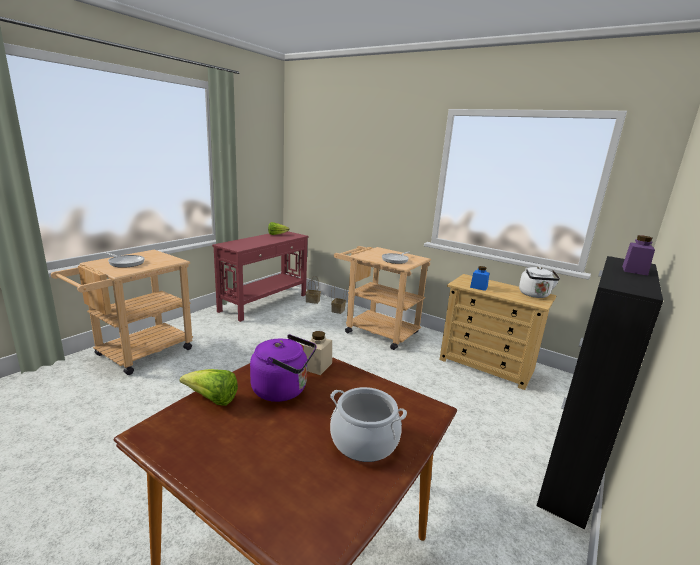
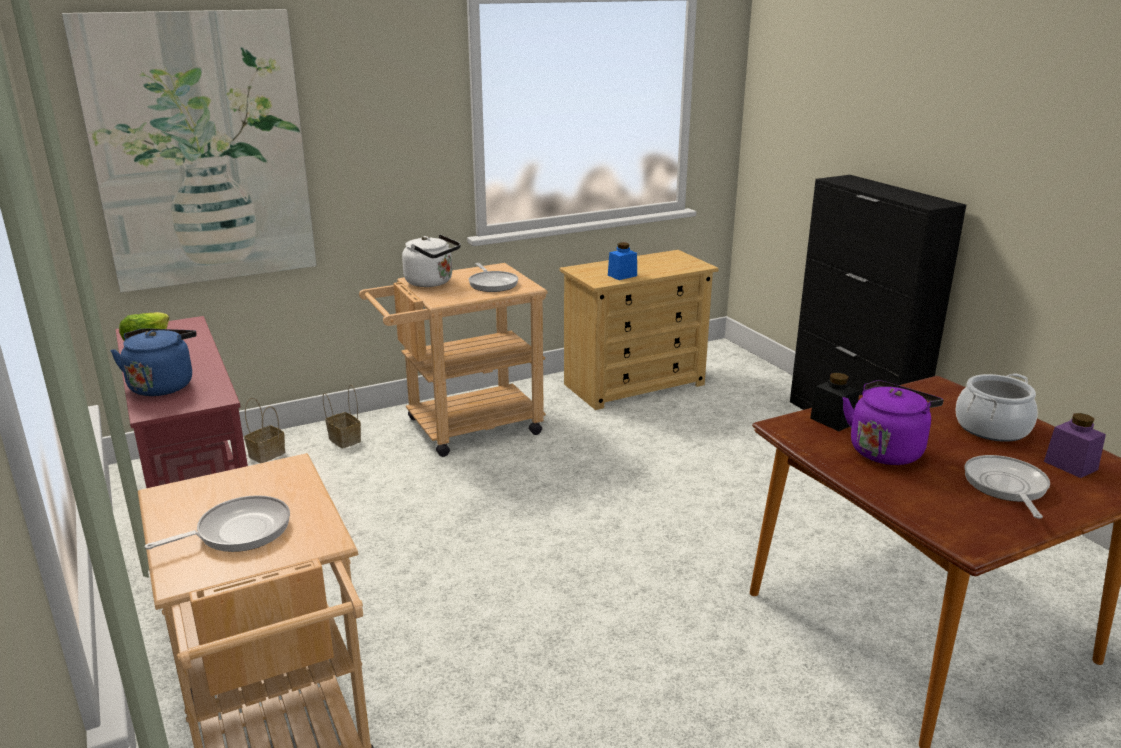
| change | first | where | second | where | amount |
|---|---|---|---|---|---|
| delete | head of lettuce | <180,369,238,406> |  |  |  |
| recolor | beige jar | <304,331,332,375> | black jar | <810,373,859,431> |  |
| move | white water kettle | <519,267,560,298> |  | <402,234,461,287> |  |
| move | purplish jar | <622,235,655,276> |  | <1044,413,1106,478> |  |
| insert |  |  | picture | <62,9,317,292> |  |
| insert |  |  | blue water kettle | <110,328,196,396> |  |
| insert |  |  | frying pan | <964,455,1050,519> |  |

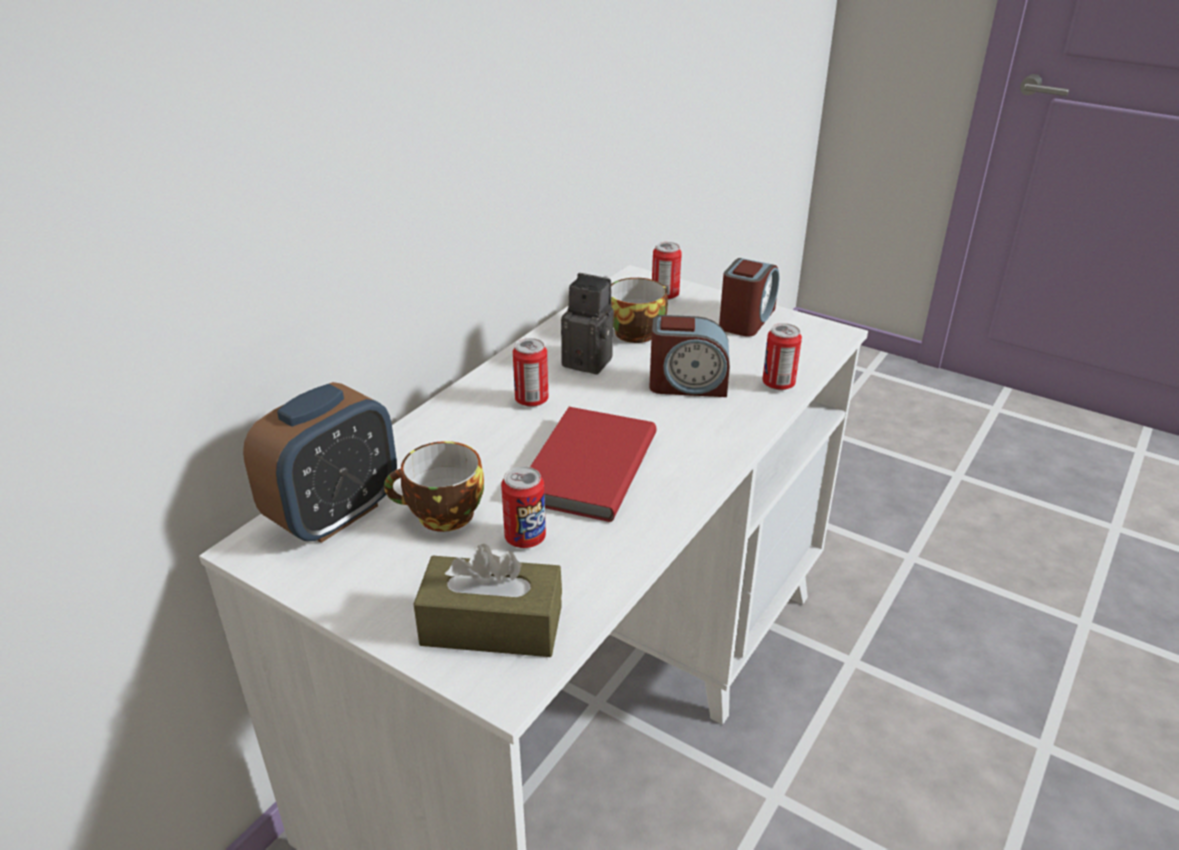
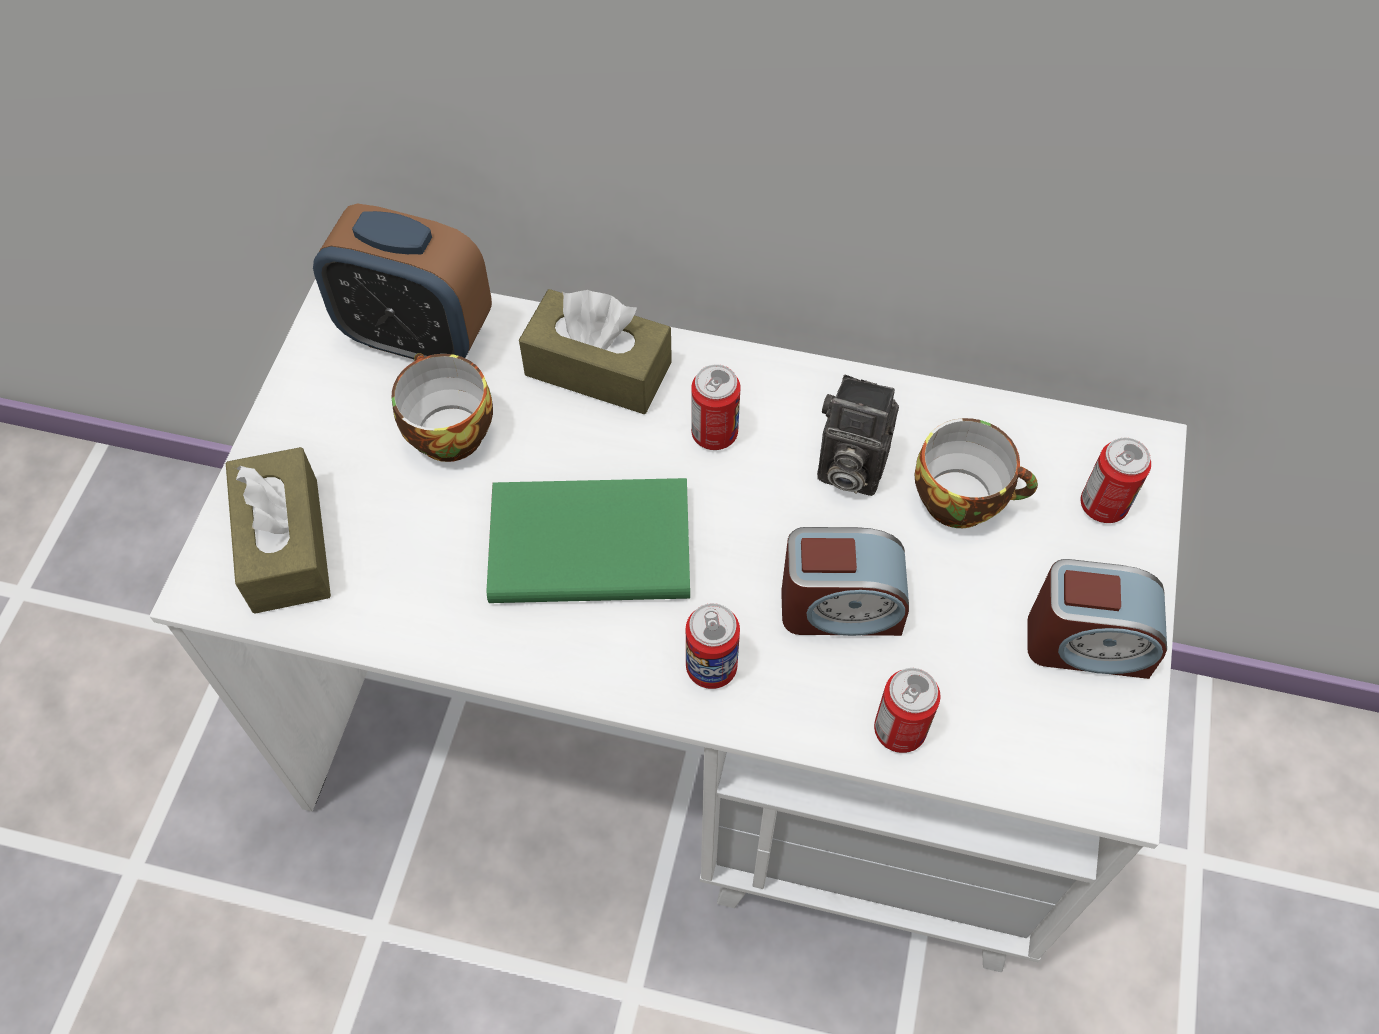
| change | first | where | second | where | amount |
|---|---|---|---|---|---|
| move | can | <501,467,546,548> |  | <686,603,740,689> |  |
| recolor | reddish bound book | <530,407,656,522> | greenish bound book | <487,478,690,603> |  |
| rotate | still camera | <561,273,614,375> |  | <817,374,899,496> | 105 degrees clockwise |
| rotate | table clock | <649,315,730,397> |  | <781,527,909,636> | 75 degrees counterclockwise |
| insert |  |  | brown-coloured tissue box | <519,289,672,414> |  |

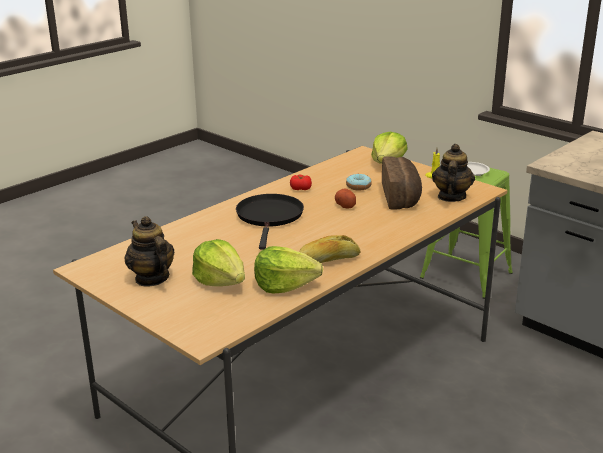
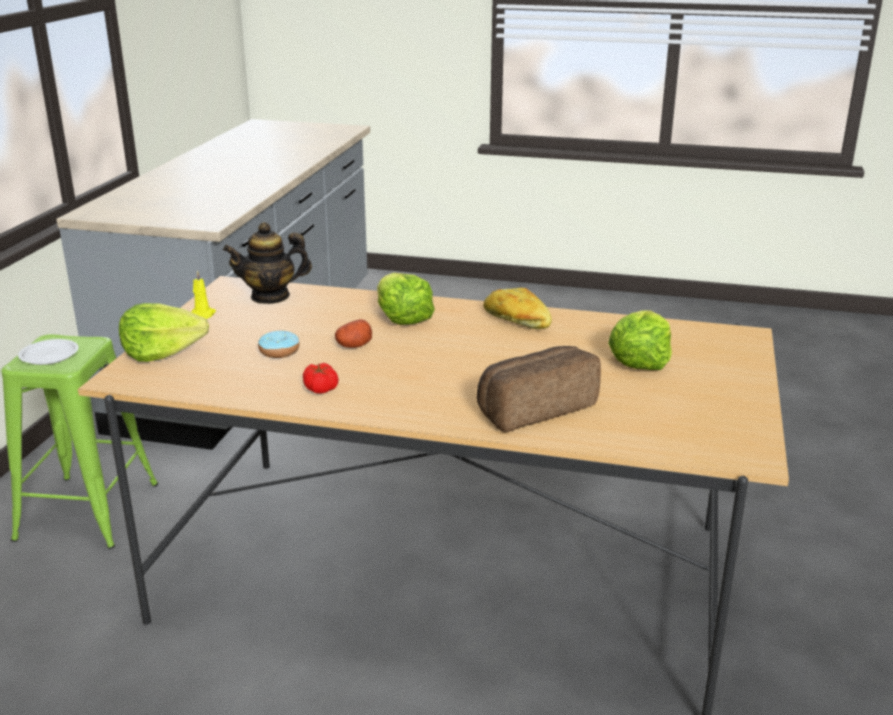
| change | first | where | second | where | amount |
|---|---|---|---|---|---|
| delete | tea pot | <125,216,174,287> |  |  |  |
| delete | black frying pan | <236,194,304,249> |  |  |  |
| move | head of lettuce | <254,246,323,293> |  | <377,272,435,325> |  |
| move | bakery bread | <382,156,422,210> |  | <477,346,601,432> |  |

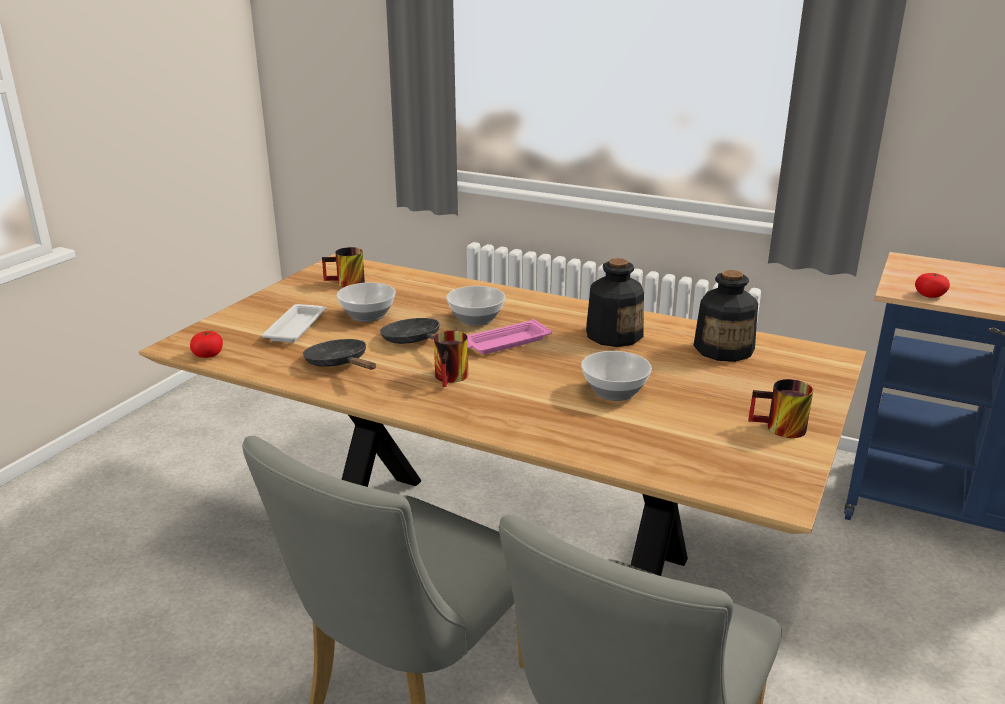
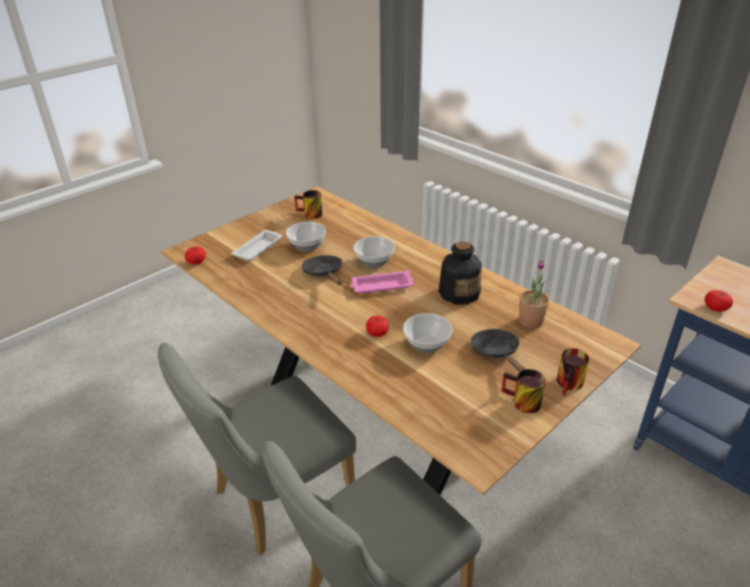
| change | first | where | second | where | amount |
|---|---|---|---|---|---|
| move | black frying pan | <303,339,376,370> |  | <471,329,526,372> |  |
| move | mug | <434,331,468,387> |  | <557,348,589,396> |  |
| replace | bottle | <693,270,758,362> | plant in a pot | <519,261,549,329> |  |
| insert |  |  | fresh tomato | <366,316,389,337> |  |

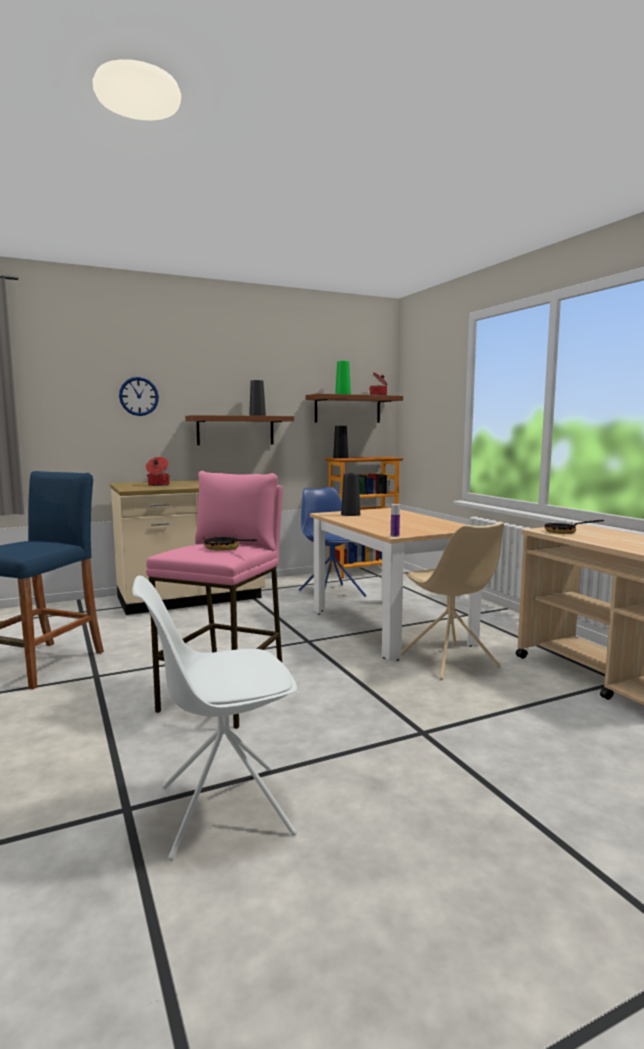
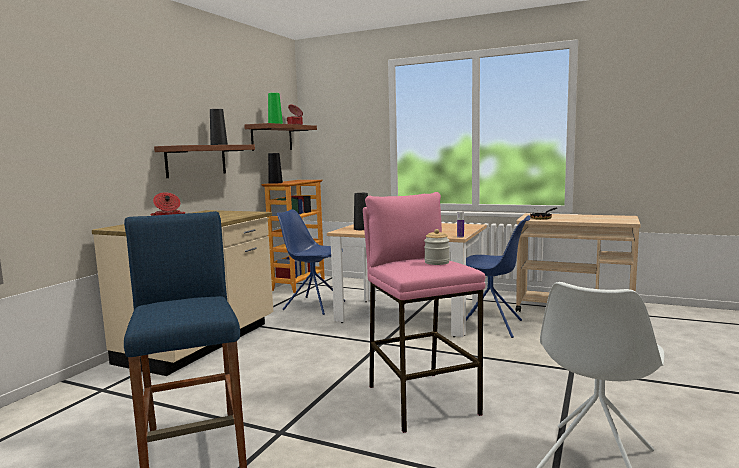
| change | first | where | second | where | amount |
|---|---|---|---|---|---|
| delete | wall clock | <119,377,159,416> |  |  |  |
| replace | frying pan | <204,535,257,551> | jar | <424,229,450,265> |  |
| recolor | beige upright chair | <401,522,504,680> | blue upright chair | <466,215,531,338> |  |

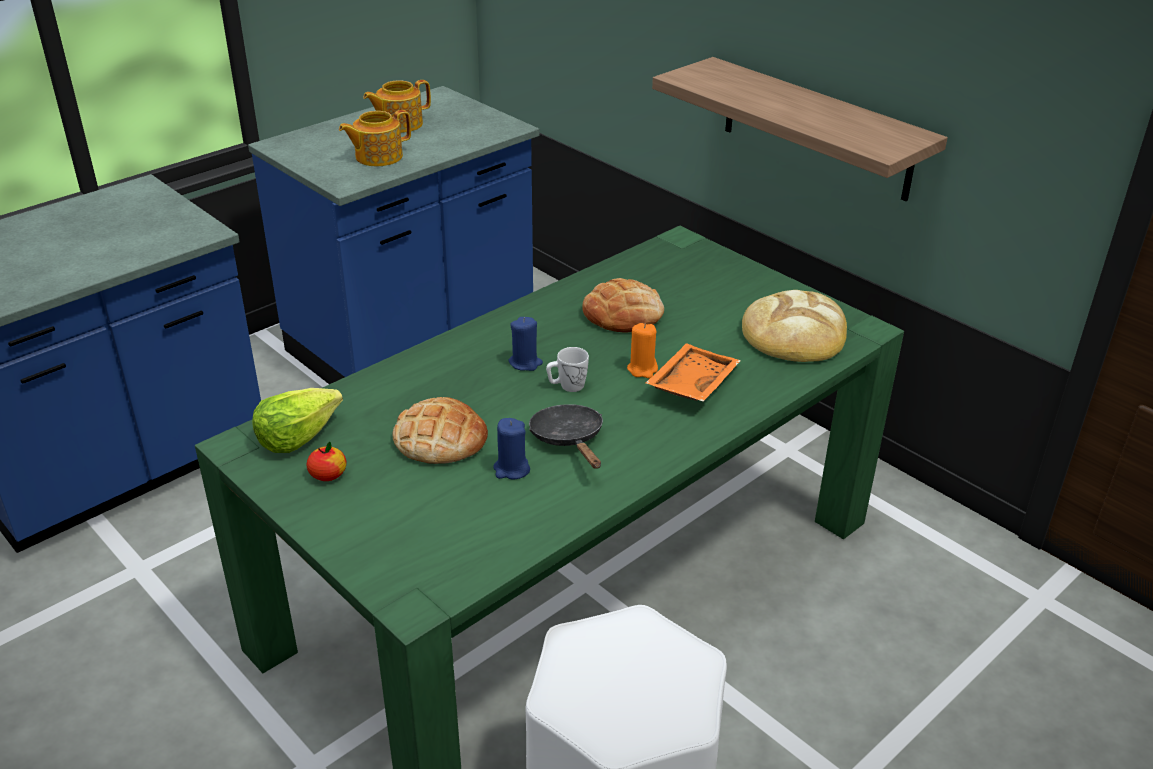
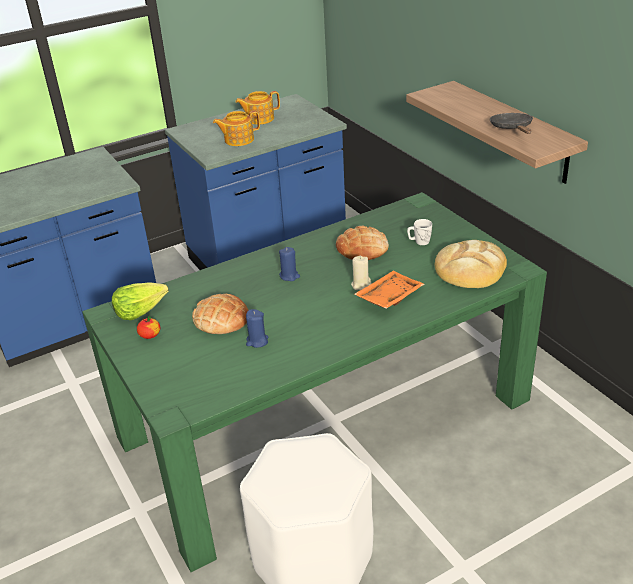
| change | first | where | second | where | amount |
|---|---|---|---|---|---|
| move | black frying pan | <529,404,603,469> |  | <490,113,533,134> |  |
| move | white mug | <546,347,589,392> |  | <407,219,432,245> |  |
| recolor | orange-coloured wax candle | <627,323,658,378> | beige wax candle | <351,256,371,290> |  |

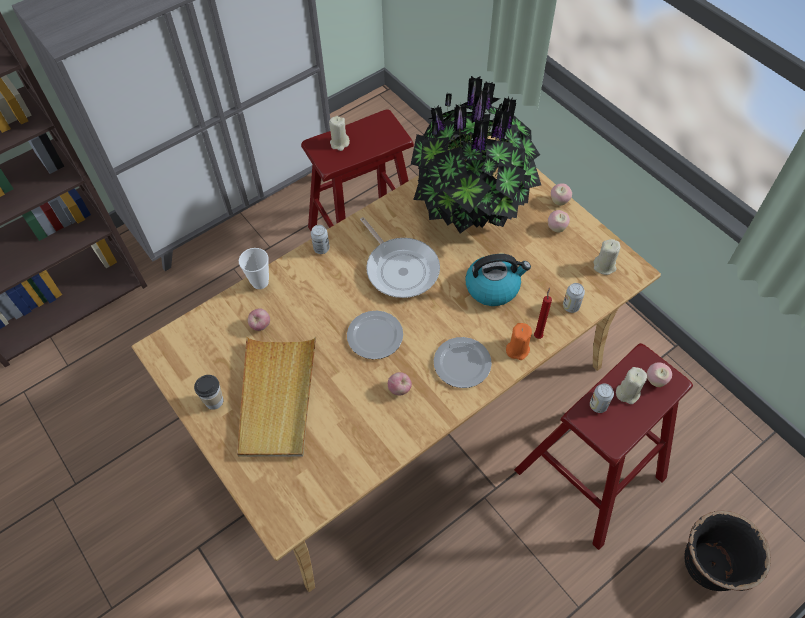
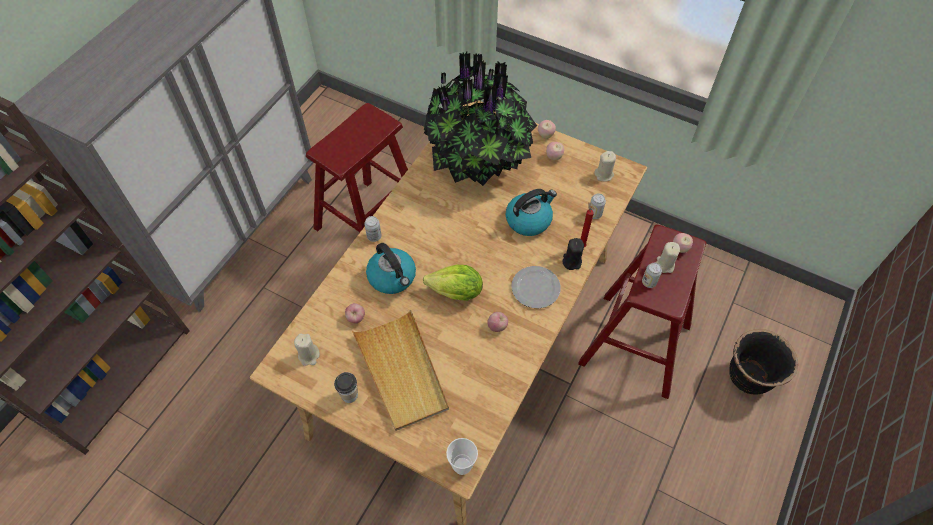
| change | first | where | second | where | amount |
|---|---|---|---|---|---|
| move | drinking cup | <239,248,269,289> |  | <446,438,478,475> |  |
| move | beige wax candle | <329,116,350,151> |  | <294,333,320,366> |  |
| replace | dinner plate | <347,311,403,359> | head of lettuce | <423,265,483,301> |  |
| delete | frying pan | <360,217,440,298> |  |  |  |
| recolor | orange-coloured wax candle | <506,323,532,360> | black wax candle | <562,238,584,270> |  |
| insert |  |  | water kettle | <366,243,416,294> |  |

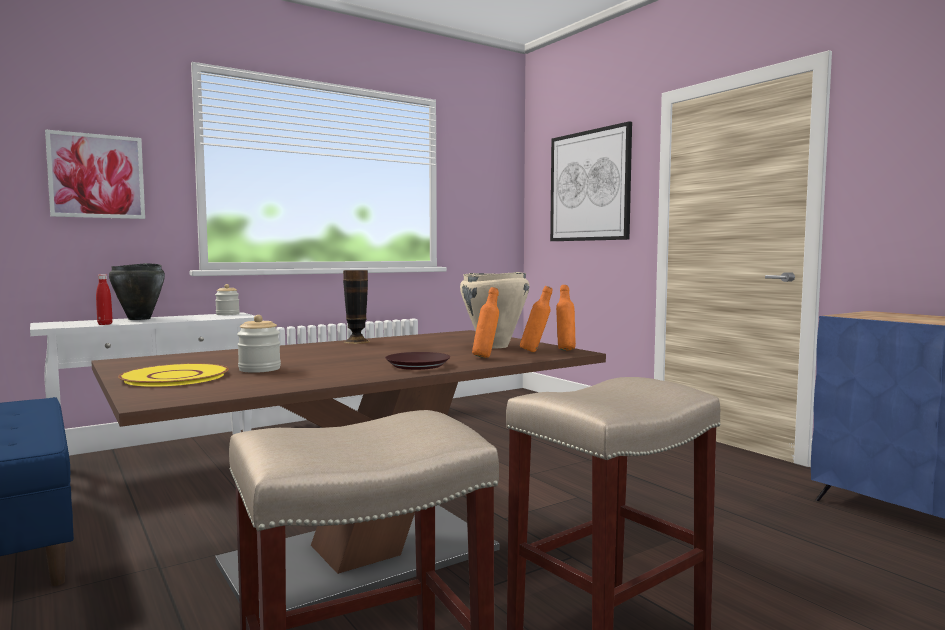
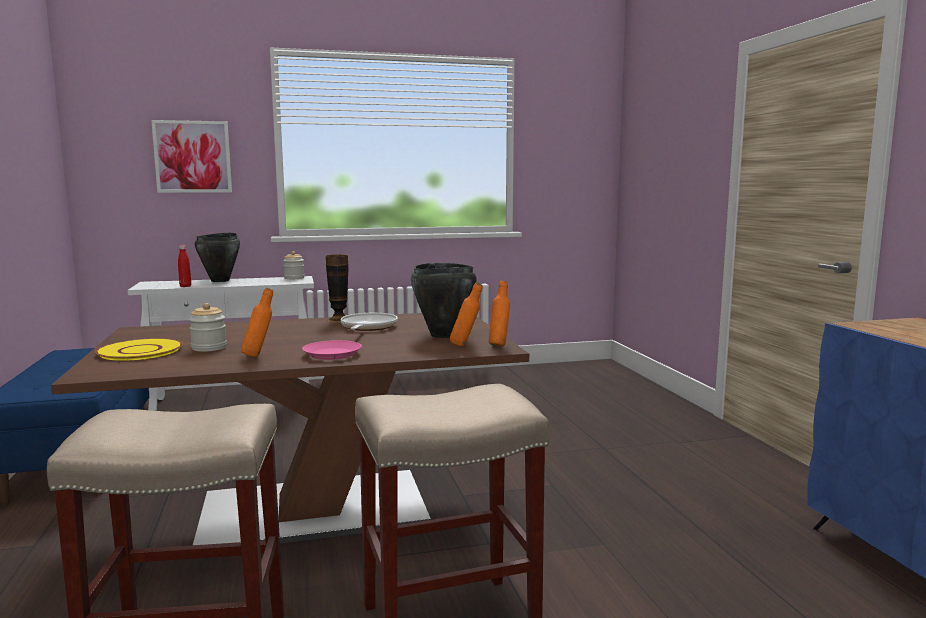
| change | first | where | second | where | amount |
|---|---|---|---|---|---|
| recolor | brown-coloured dinner plate | <385,352,450,370> | pink-coloured dinner plate | <302,340,362,360> |  |
| recolor | beige cooking pot | <460,272,530,348> | black cooking pot | <411,263,477,338> |  |
| move | orange-coloured bottle | <472,287,499,358> |  | <241,288,273,357> |  |
| delete | picture | <550,121,632,241> |  |  |  |
| insert |  |  | frying pan | <341,313,398,331> |  |

